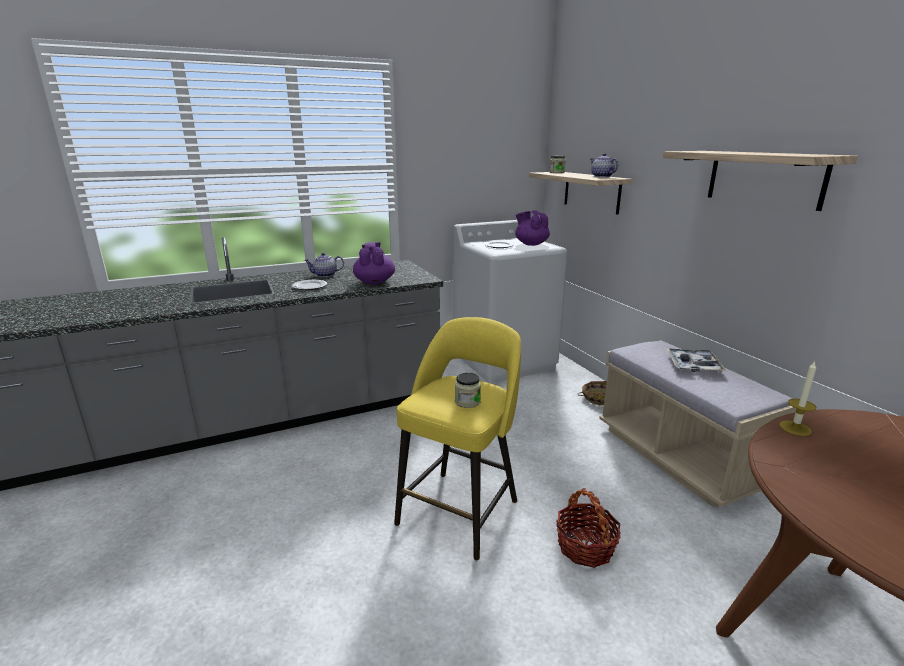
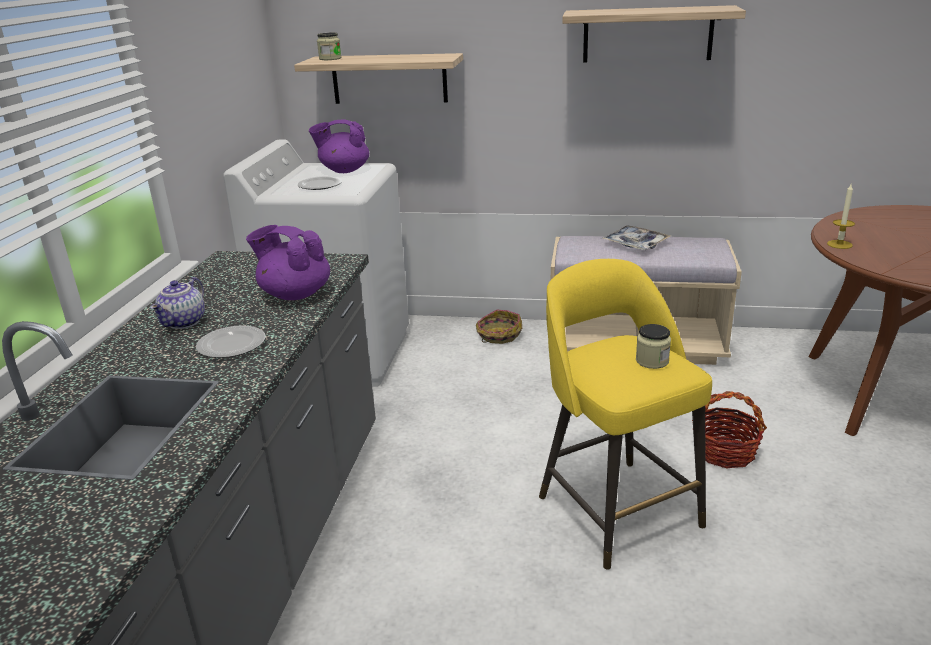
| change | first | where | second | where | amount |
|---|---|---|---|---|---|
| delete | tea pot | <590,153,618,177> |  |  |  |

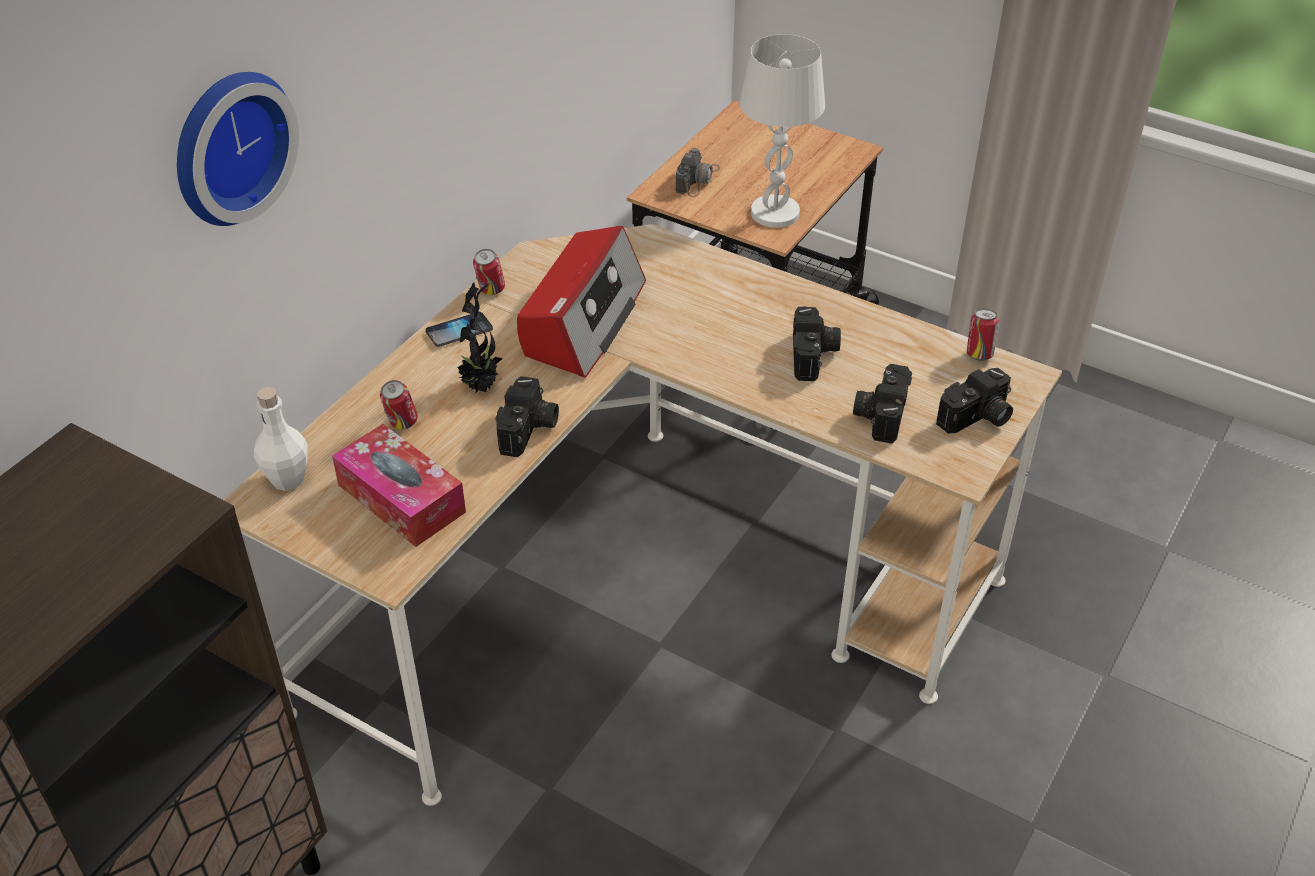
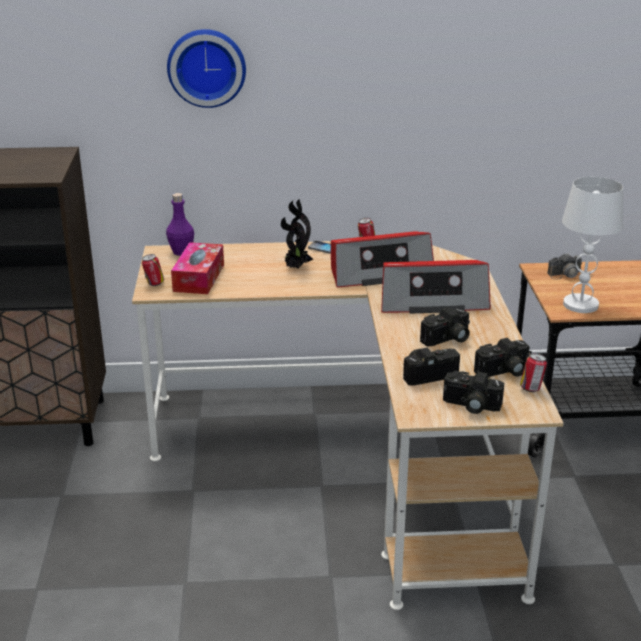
| change | first | where | second | where | amount |
|---|---|---|---|---|---|
| recolor | white bottle | <254,387,308,491> | purplish bottle | <166,193,194,256> |  |
| move | can | <380,380,418,430> |  | <142,254,164,286> |  |
| move | still camera | <495,376,559,457> |  | <474,338,530,377> |  |
| insert |  |  | radio | <381,260,491,314> |  |

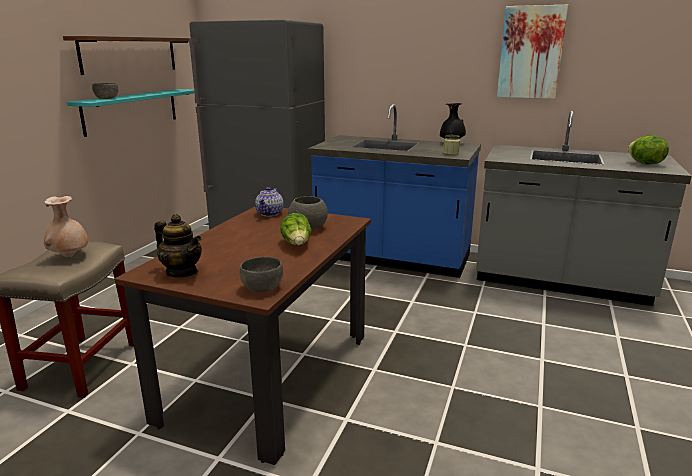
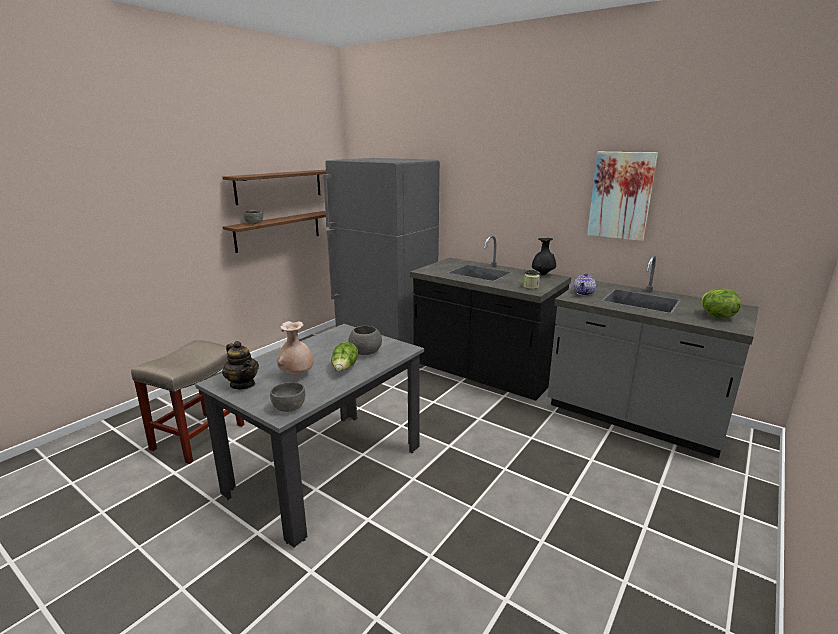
| change | first | where | second | where | amount |
|---|---|---|---|---|---|
| move | beige flower vase | <44,196,88,257> |  | <277,321,314,376> |  |
| recolor | turquoise shelf | <67,89,195,137> | brown-coloured shelf | <223,211,326,253> |  |
| recolor | brown-coloured dining table | <115,206,371,465> | greyish dining table | <195,324,424,548> |  |
| move | tea pot | <255,187,284,217> |  | <573,273,596,296> |  |
| recolor | blue kitchen base unit | <308,104,481,278> | black kitchen base unit | <410,235,571,401> |  |

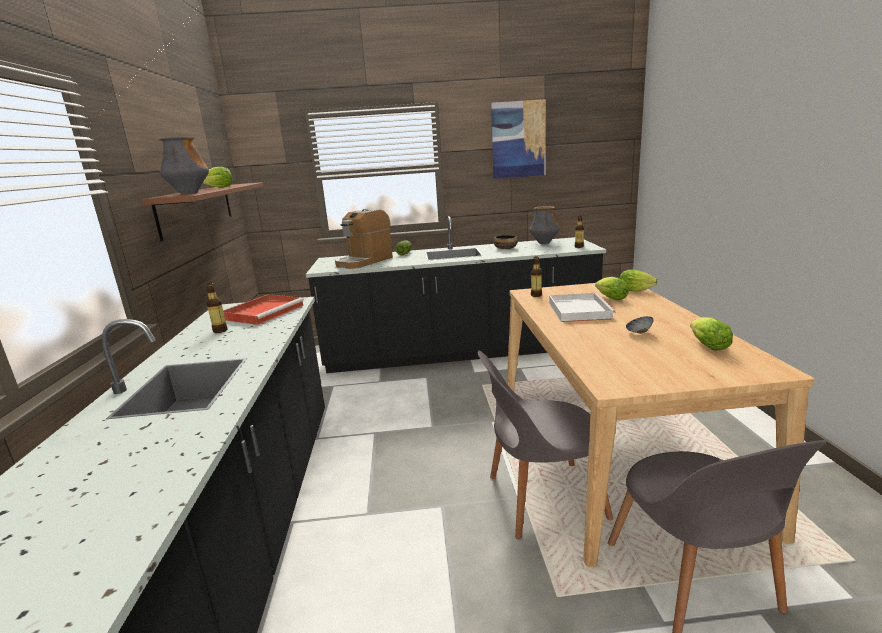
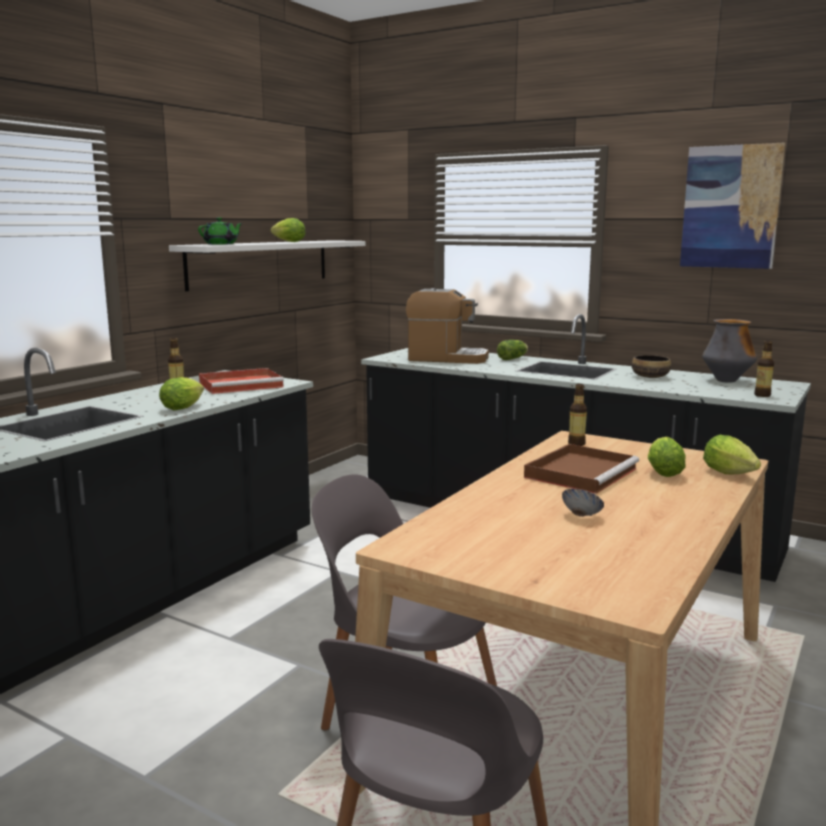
| change | first | where | second | where | amount |
|---|---|---|---|---|---|
| recolor | brown-coloured shelf | <142,182,263,241> | white shelf | <169,240,366,291> |  |
| replace | flower vase | <159,137,209,194> | greenish tea pot | <198,217,243,245> |  |
| rotate | coffee maker | <335,209,393,269> |  | <406,288,489,364> | 150 degrees counterclockwise |
| recolor | white tray | <549,293,616,322> | brown-coloured tray | <524,444,639,494> |  |
| move | head of lettuce | <690,317,733,351> |  | <159,377,204,410> |  |

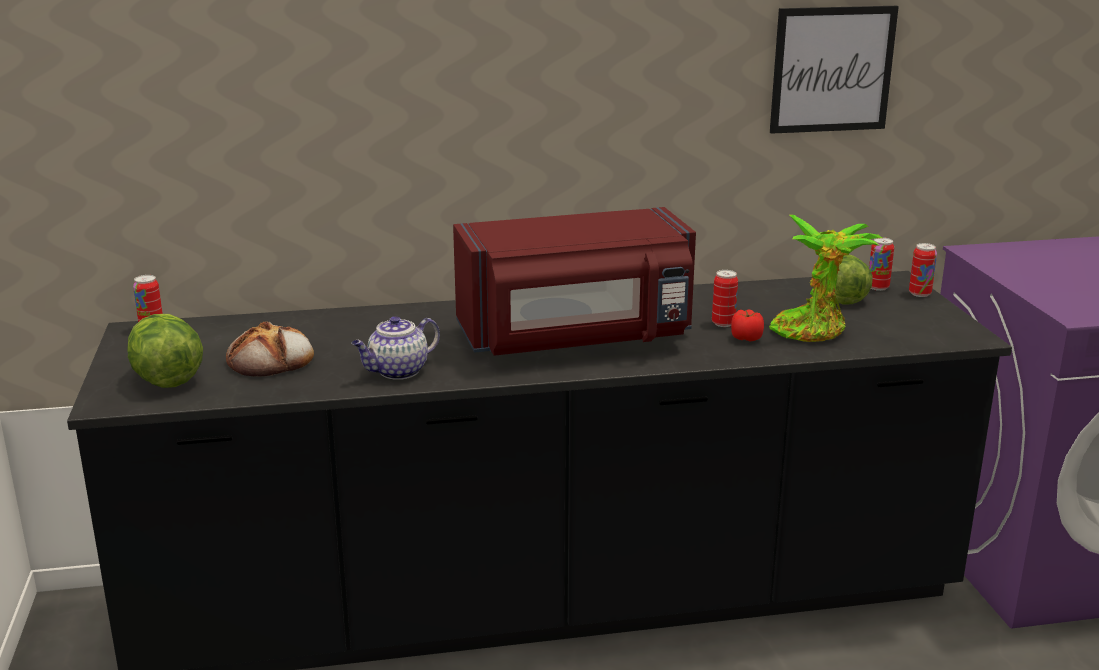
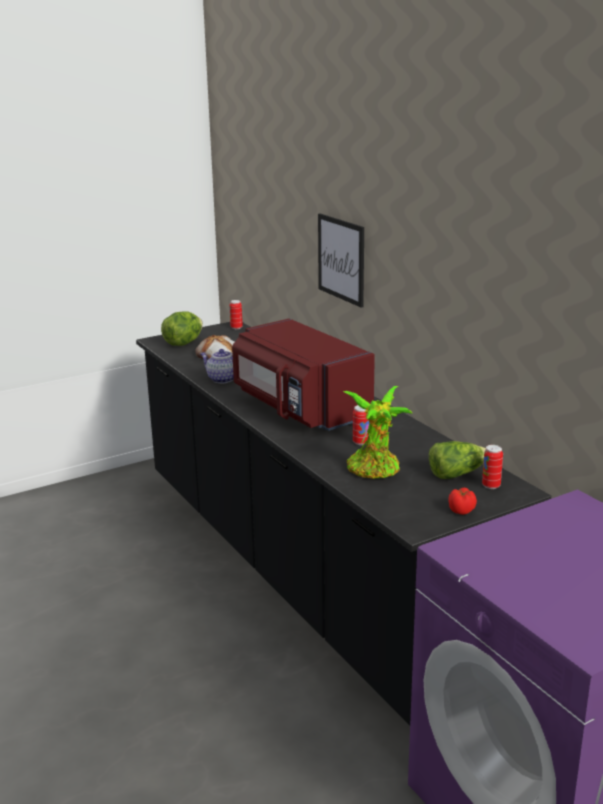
| change | first | where | second | where | amount |
|---|---|---|---|---|---|
| move | fresh tomato | <731,309,764,342> |  | <448,487,477,515> |  |
| move | picture | <770,6,899,134> |  | <318,214,364,308> |  |
| delete | can | <909,243,937,297> |  |  |  |

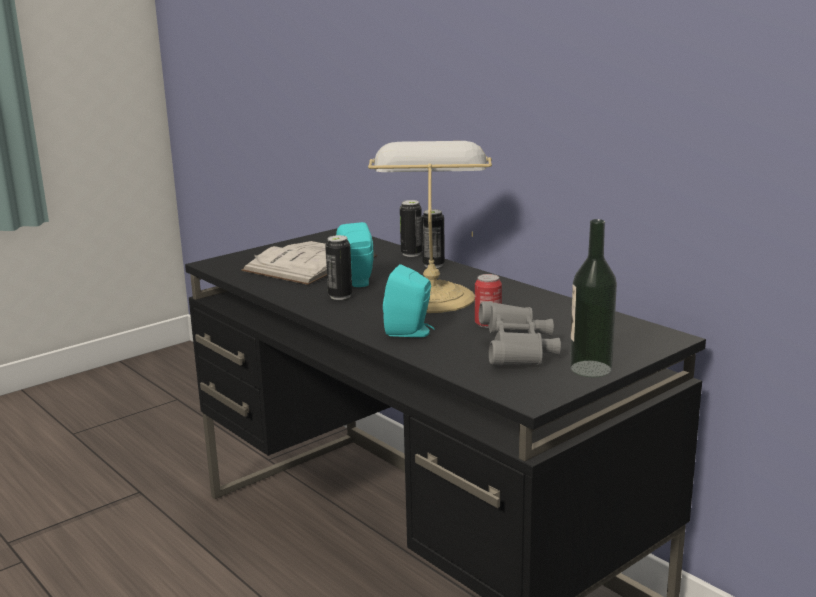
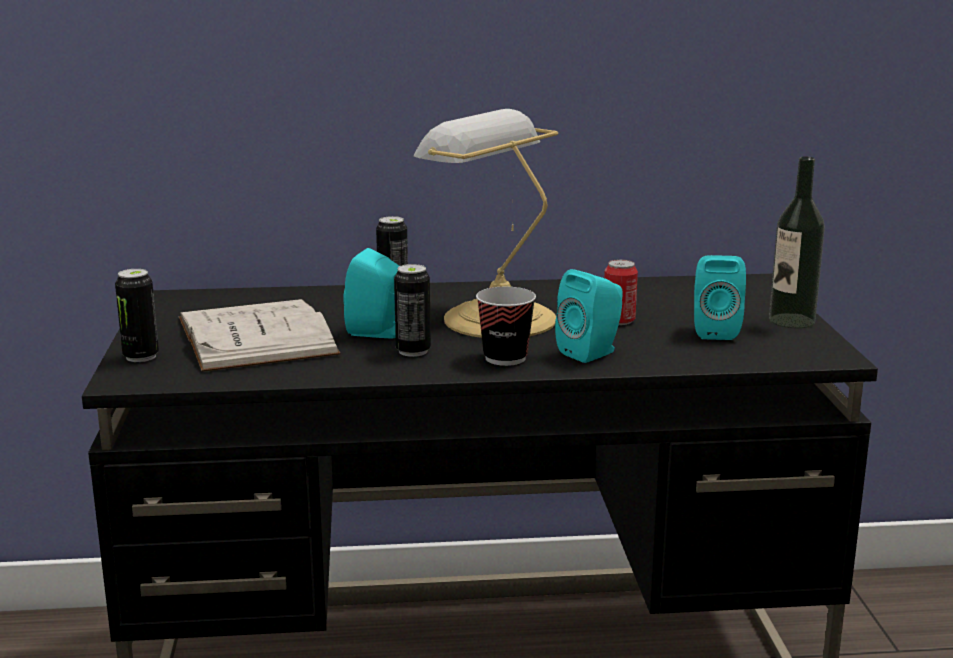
| change | first | where | second | where | amount |
|---|---|---|---|---|---|
| move | can | <400,200,422,257> |  | <115,269,159,362> |  |
| replace | greyish binoculars | <479,301,561,366> | turquoise speaker | <694,255,746,340> |  |
| insert |  |  | drinking cup | <476,287,536,366> |  |

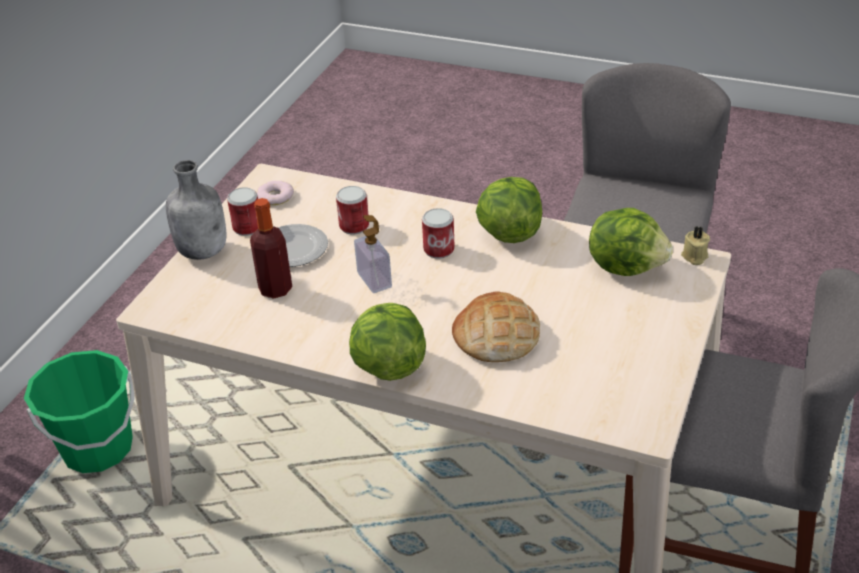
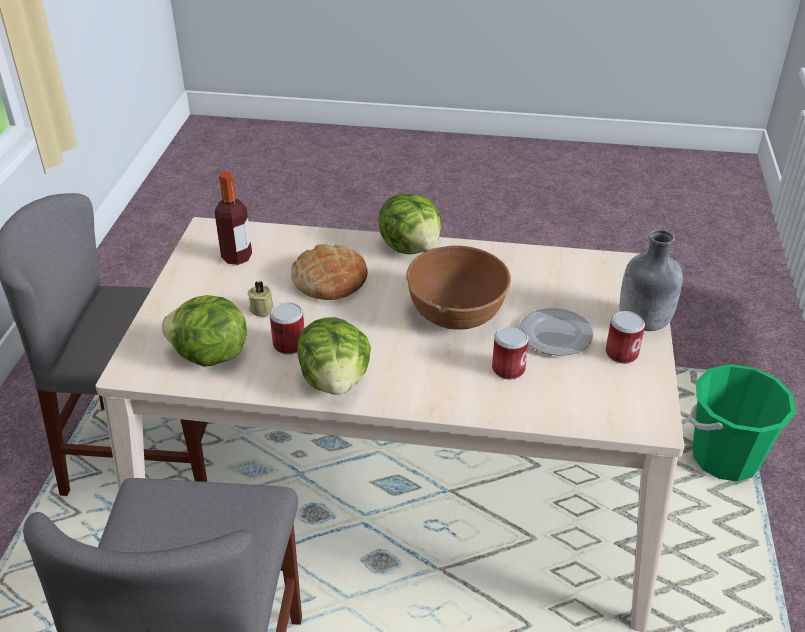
| change | first | where | second | where | amount |
|---|---|---|---|---|---|
| move | bottle | <250,198,292,299> |  | <215,171,252,265> |  |
| delete | donut | <256,181,294,205> |  |  |  |
| replace | liquid soap bottle | <354,215,392,293> | brown-coloured deep dish | <406,245,511,329> |  |
| move | can | <422,208,455,259> |  | <270,302,304,355> |  |
| move | beige wax candle | <681,226,710,265> |  | <248,281,274,317> |  |

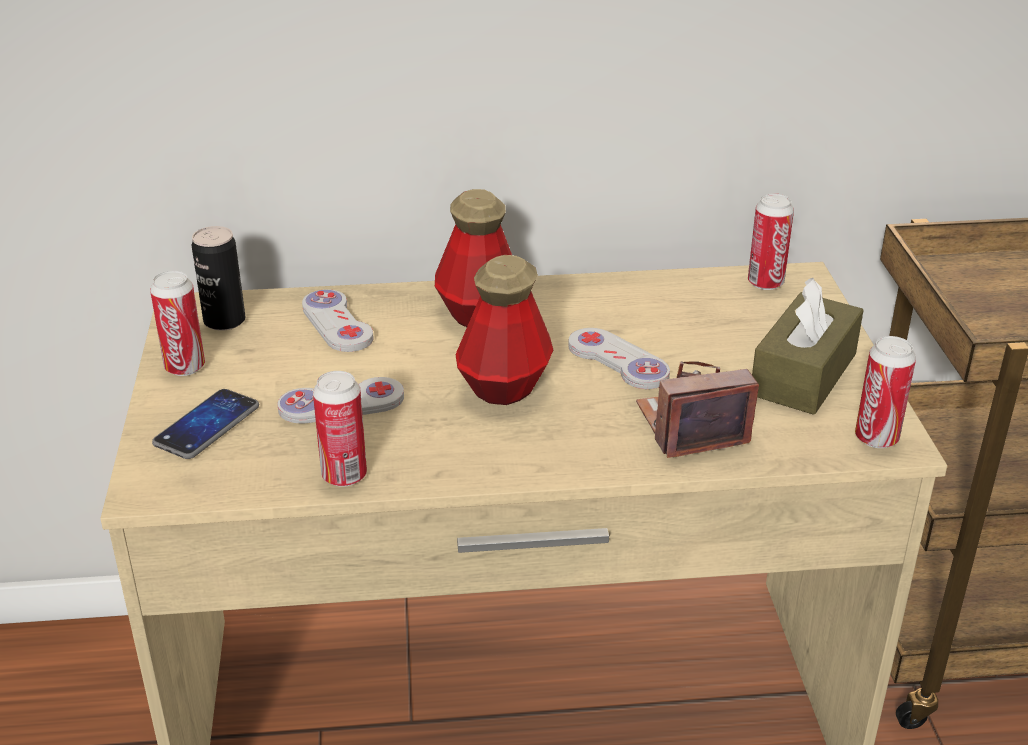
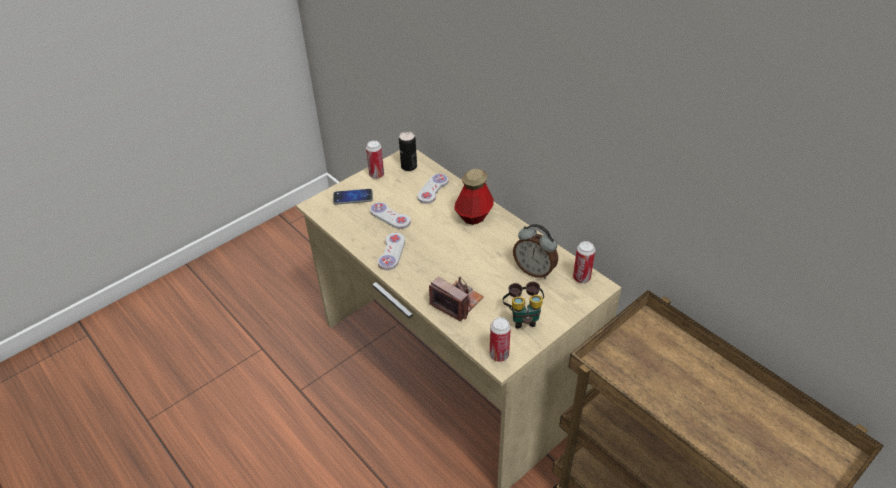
| change | first | where | second | where | amount |
|---|---|---|---|---|---|
| delete | can | <313,371,367,487> |  |  |  |
| delete | bottle | <455,255,553,405> |  |  |  |
| move | white gamepad | <568,328,670,389> |  | <378,233,405,270> |  |
| replace | brown-coloured tissue box | <752,278,864,415> | binoculars | <503,282,544,329> |  |
| insert |  |  | table clock | <513,224,558,279> |  |

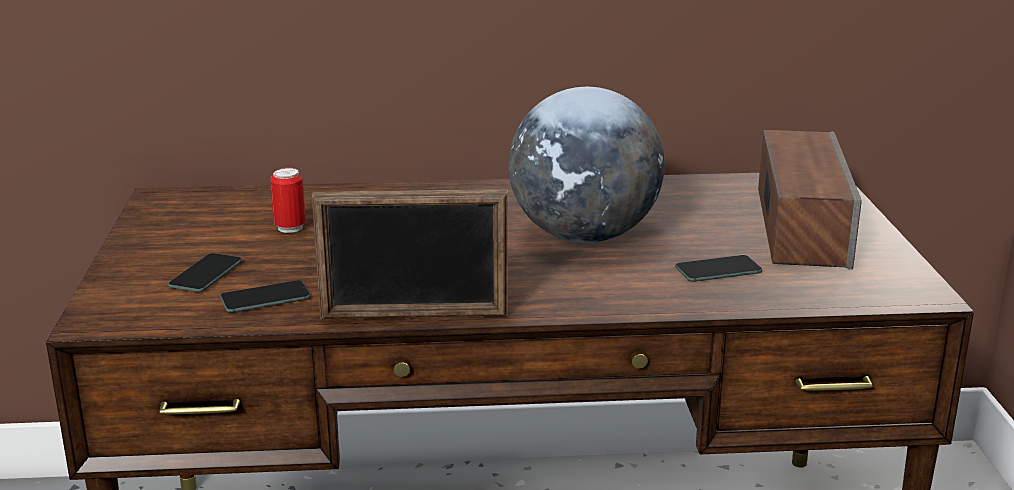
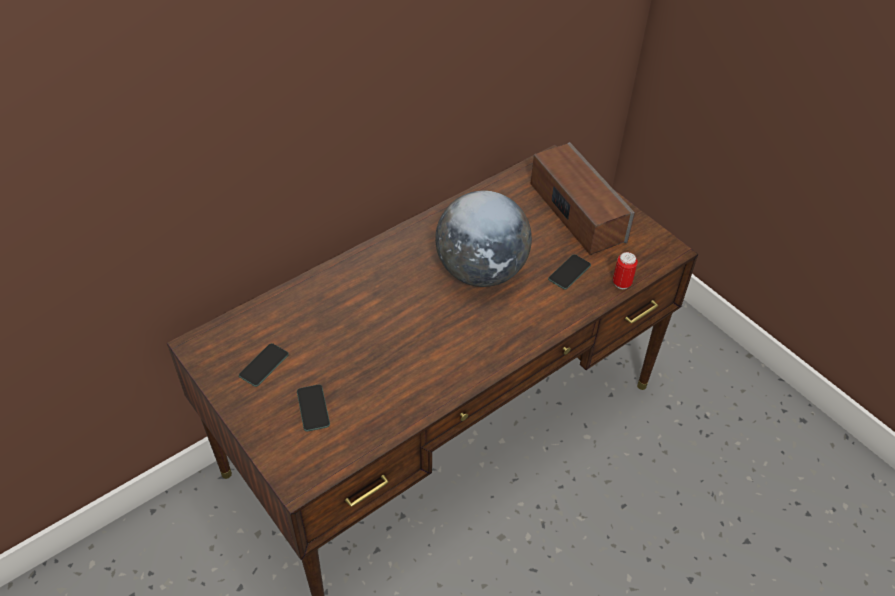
| change | first | where | second | where | amount |
|---|---|---|---|---|---|
| move | phone | <220,280,311,313> |  | <239,343,289,387> |  |
| move | can | <270,168,306,233> |  | <613,252,638,289> |  |
| delete | photo frame | <312,189,508,320> |  |  |  |

